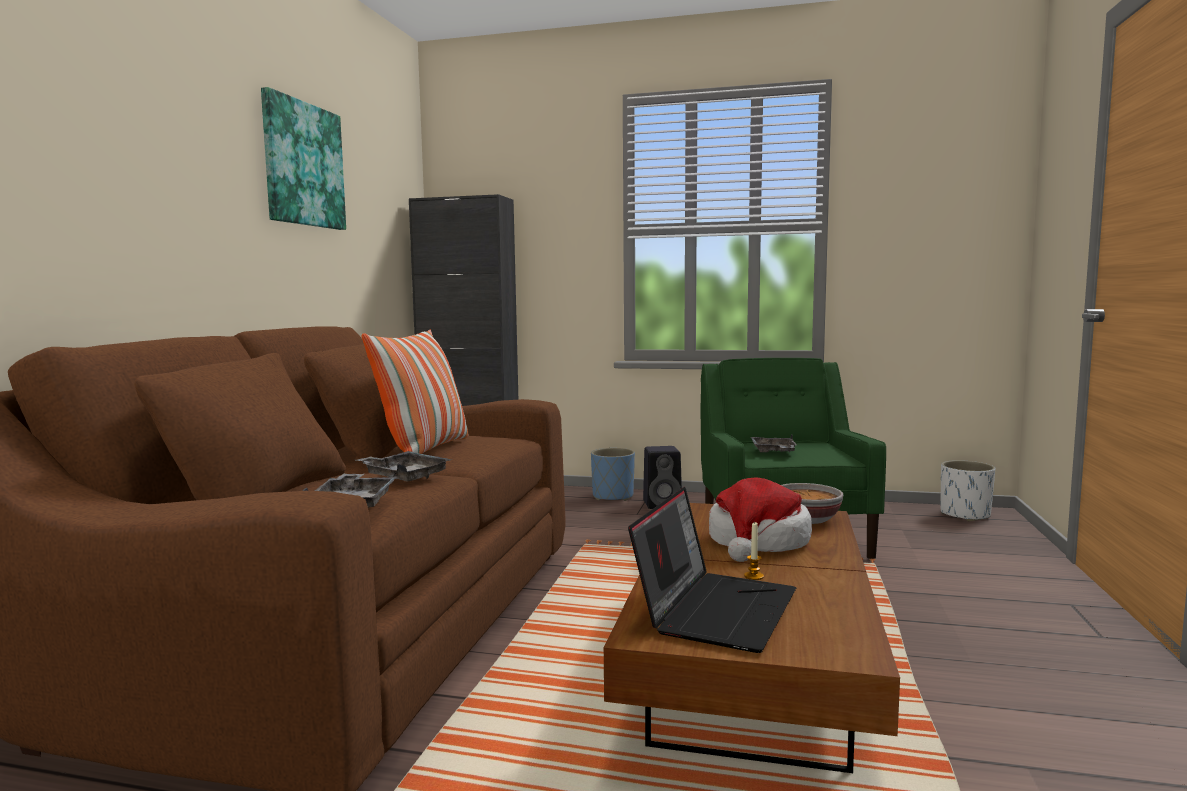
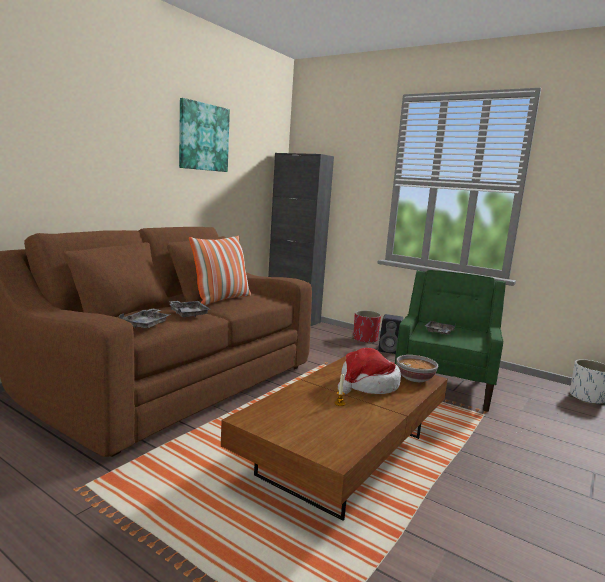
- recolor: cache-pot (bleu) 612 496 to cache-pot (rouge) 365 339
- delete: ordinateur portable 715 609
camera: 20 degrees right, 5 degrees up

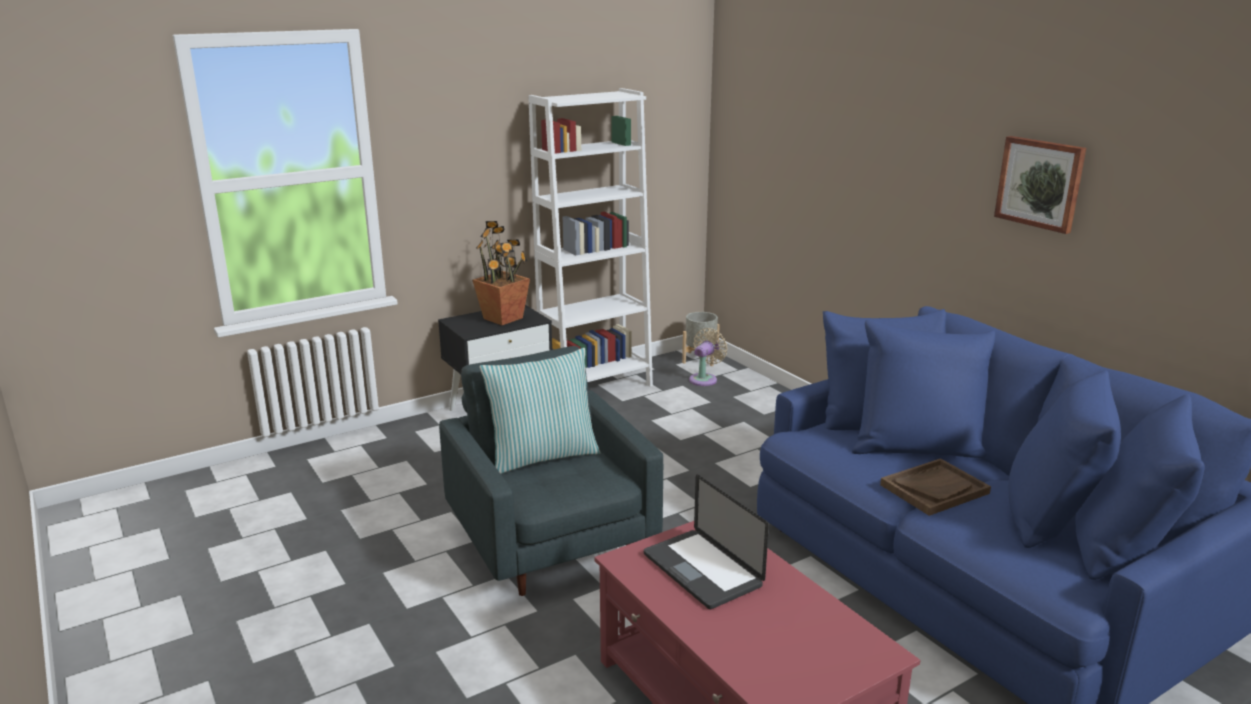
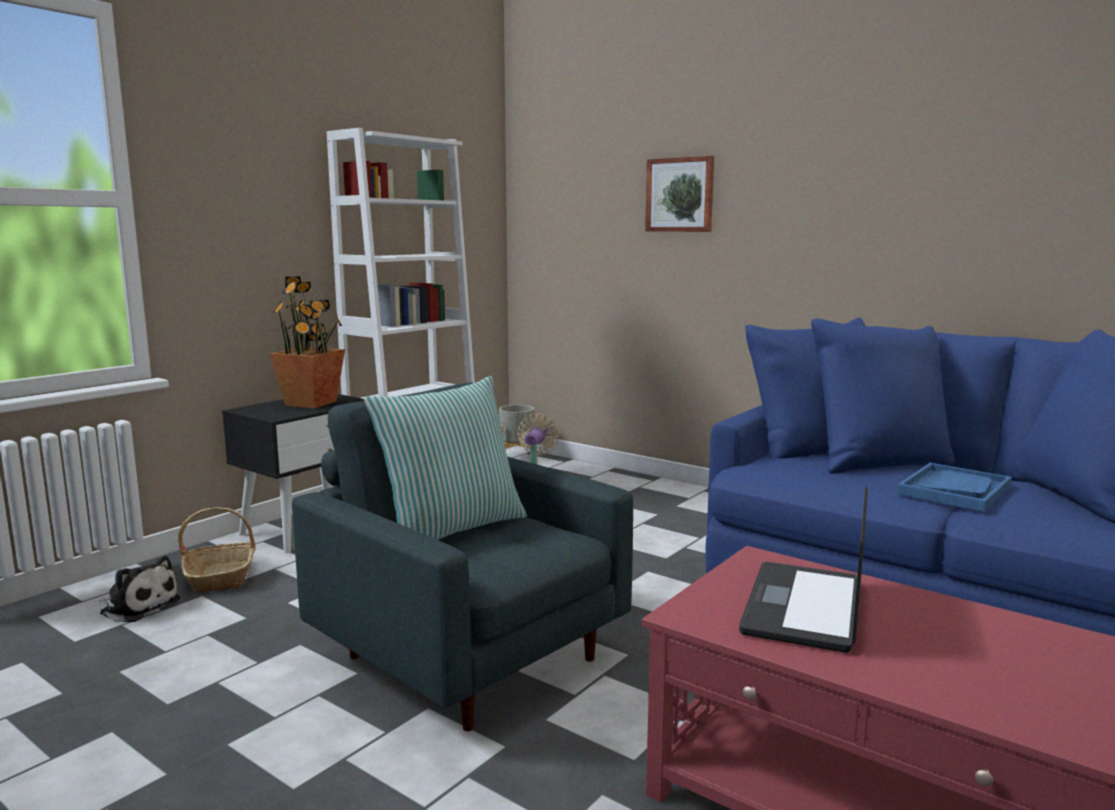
- move: tableau 1040 183 to 680 195
- recolor: plateau (marron) 934 489 to plateau (bleu) 954 490
- rotate: ordinateur portable 702 570 = 803 608 75 degrees clockwise
- insert: panier 221 576
- insert: peluche 138 606
camera: 20 degrees left, 10 degrees down

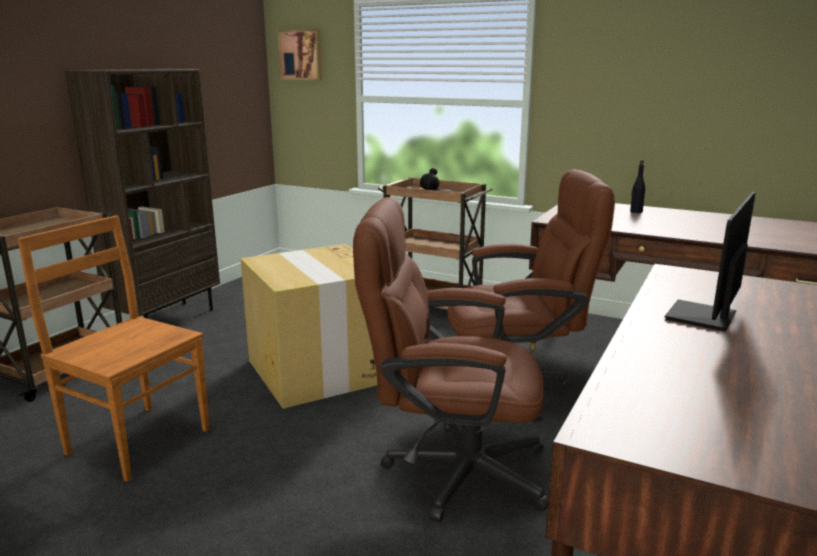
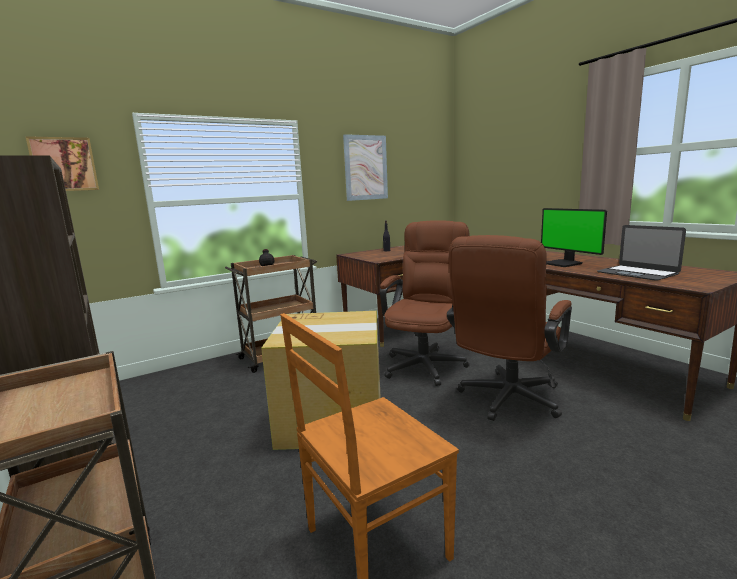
- insert: tableau 366 167
- insert: ordinateur portable 637 273
camera: 60 degrees left, 5 degrees down

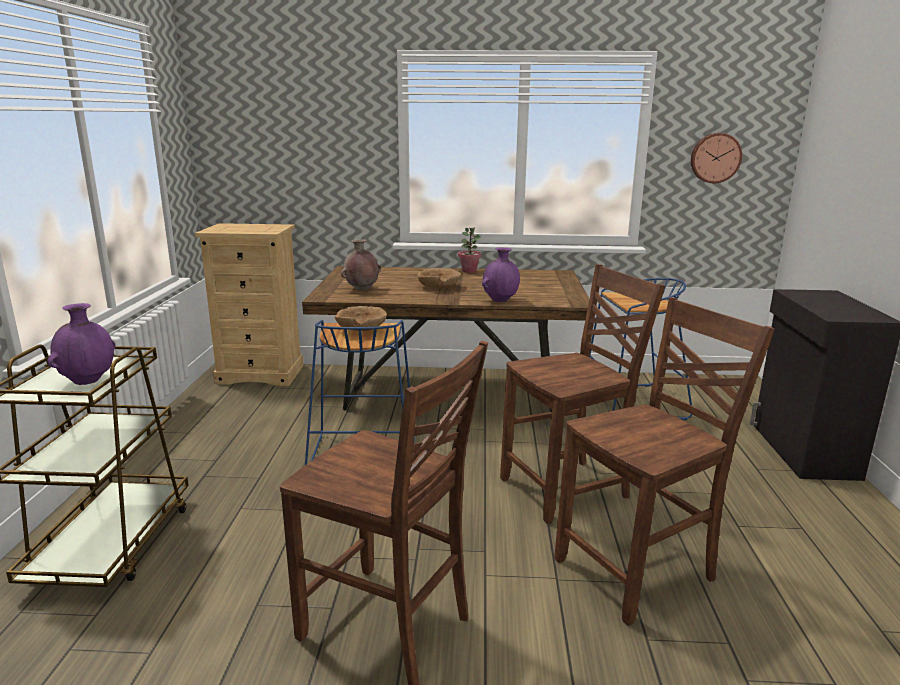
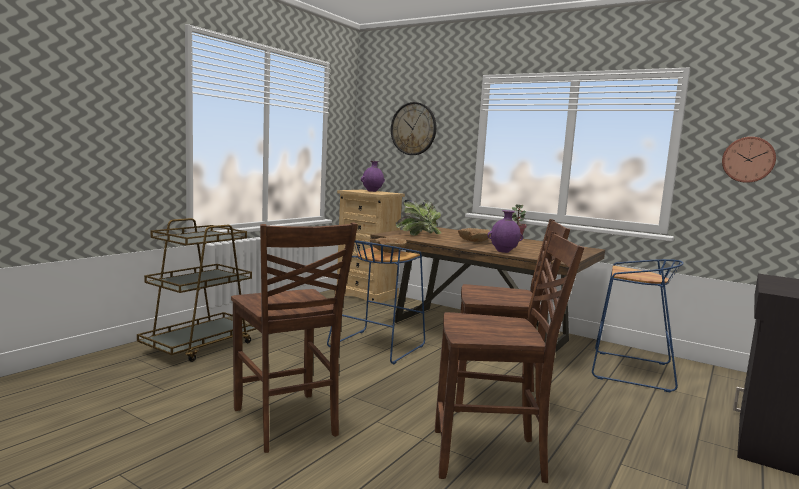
- replace: vase (marron) 361 289 to plante en pot 418 235
- move: vase (violet) 88 381 to 372 191
- insert: horloge murale 413 129
camera: 30 degrees right, 10 degrees down

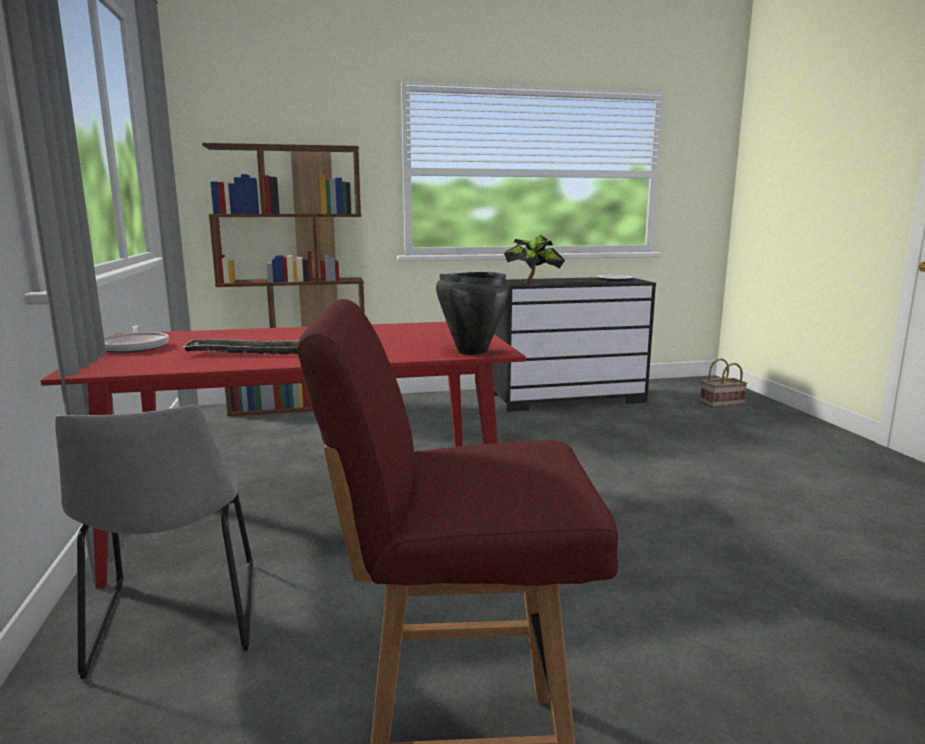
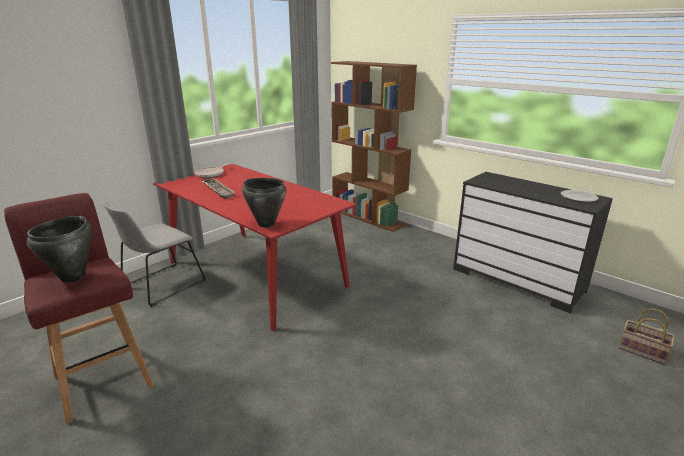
- delete: plante en pot 533 282
- insert: marmite (noir) 73 277
camera: 55 degrees right, 10 degrees up

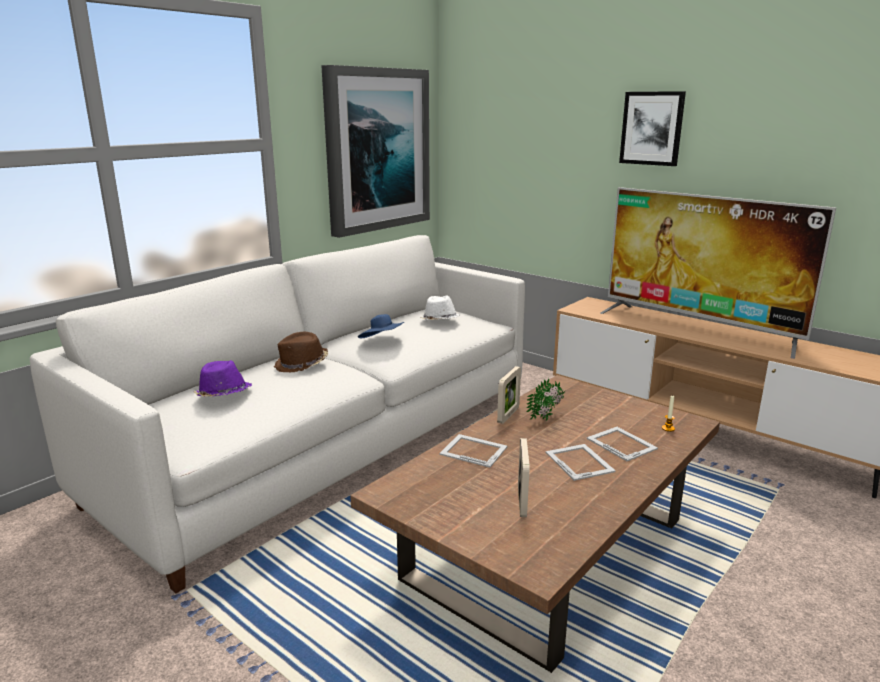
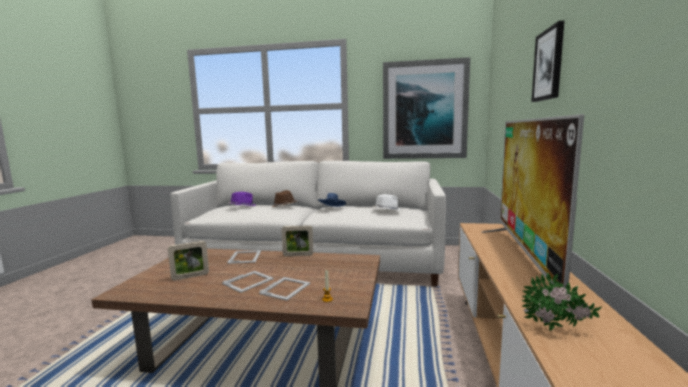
- move: plante en pot 547 418 to 557 330
camera: 60 degrees right, 10 degrees down

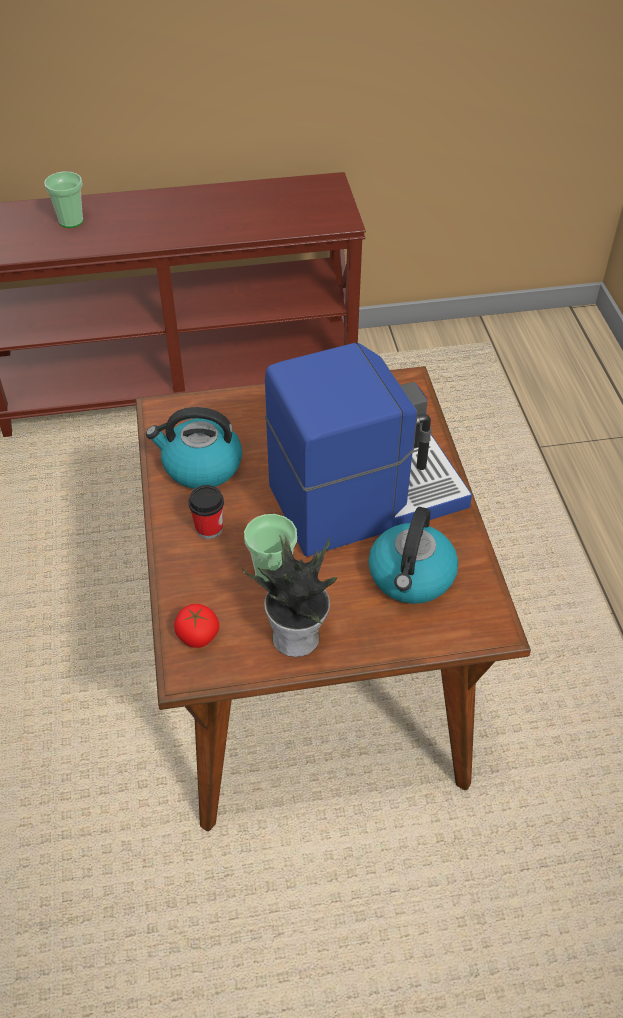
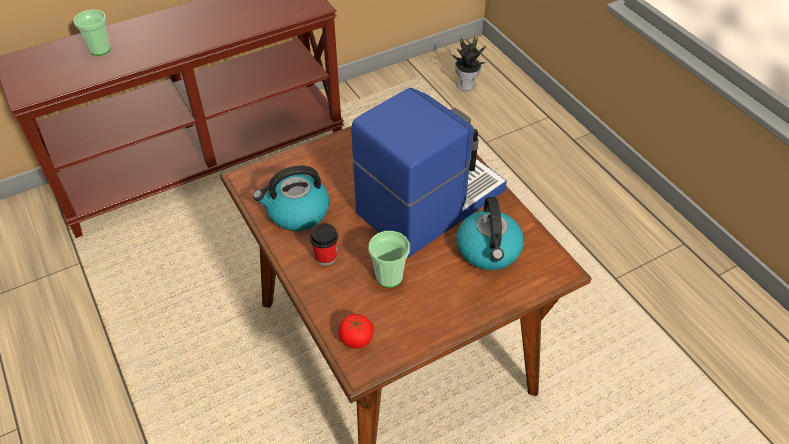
- move: plante en pot 298 637 to 466 84
camera: 20 degrees left, 0 degrees up

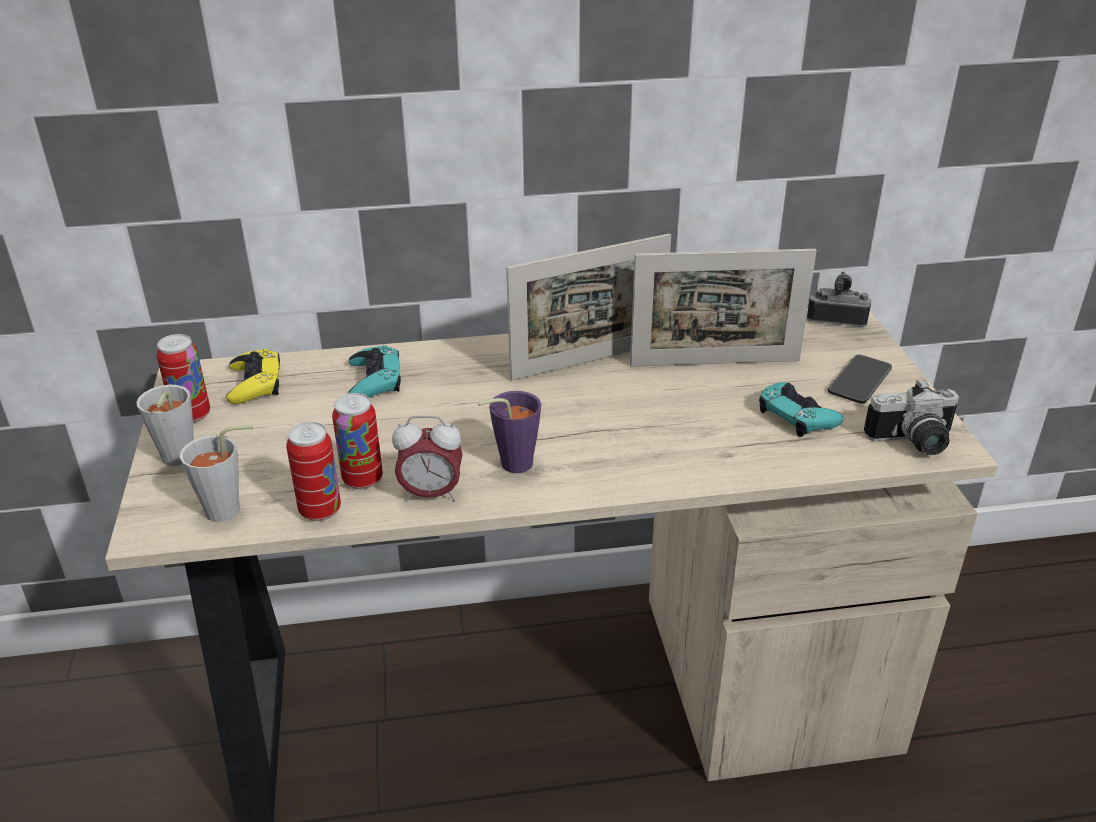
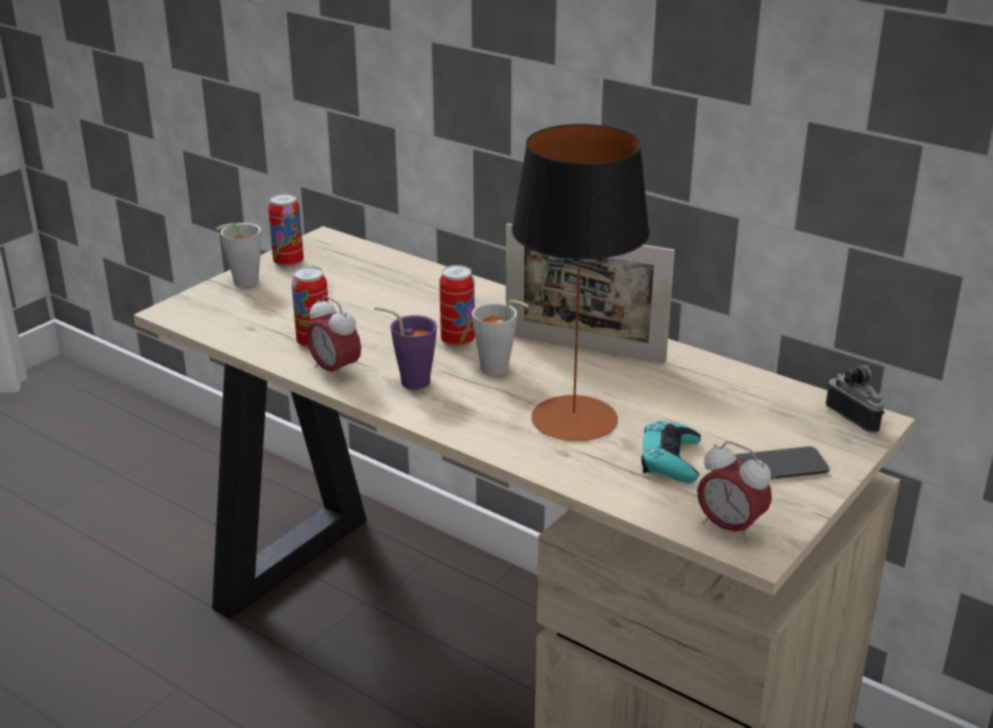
- delete: cadre photo 714 363
- delete: manette (turquoise) 375 380
- delete: manette (jaune) 255 384
- replace: appareil photo 913 443 to réveil 730 528
- move: boîte métallique 320 510 to 457 341
- move: tasse (gris) 231 510 to 499 370
- insert: lampe de table 573 418
camera: 45 degrees right, 5 degrees down

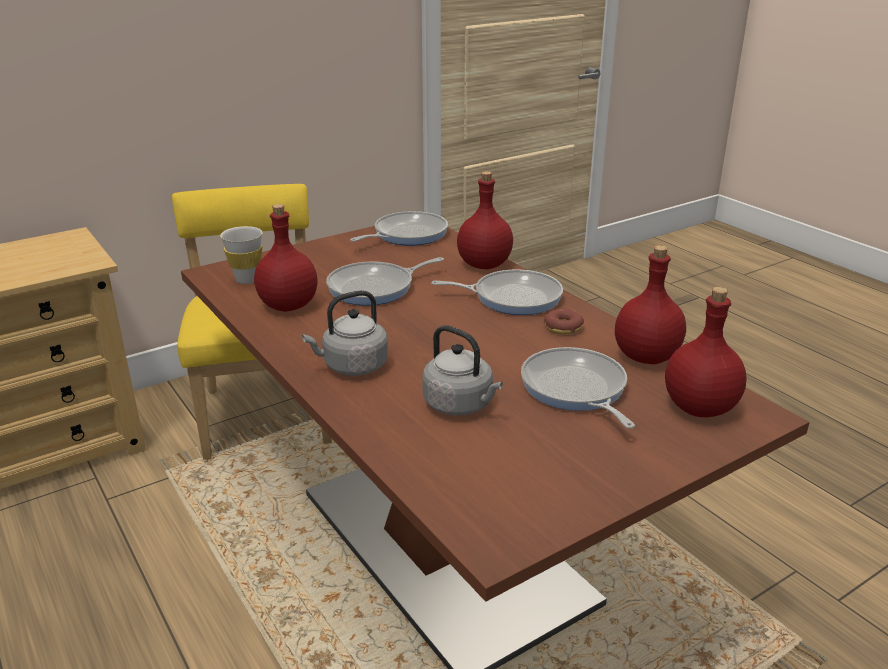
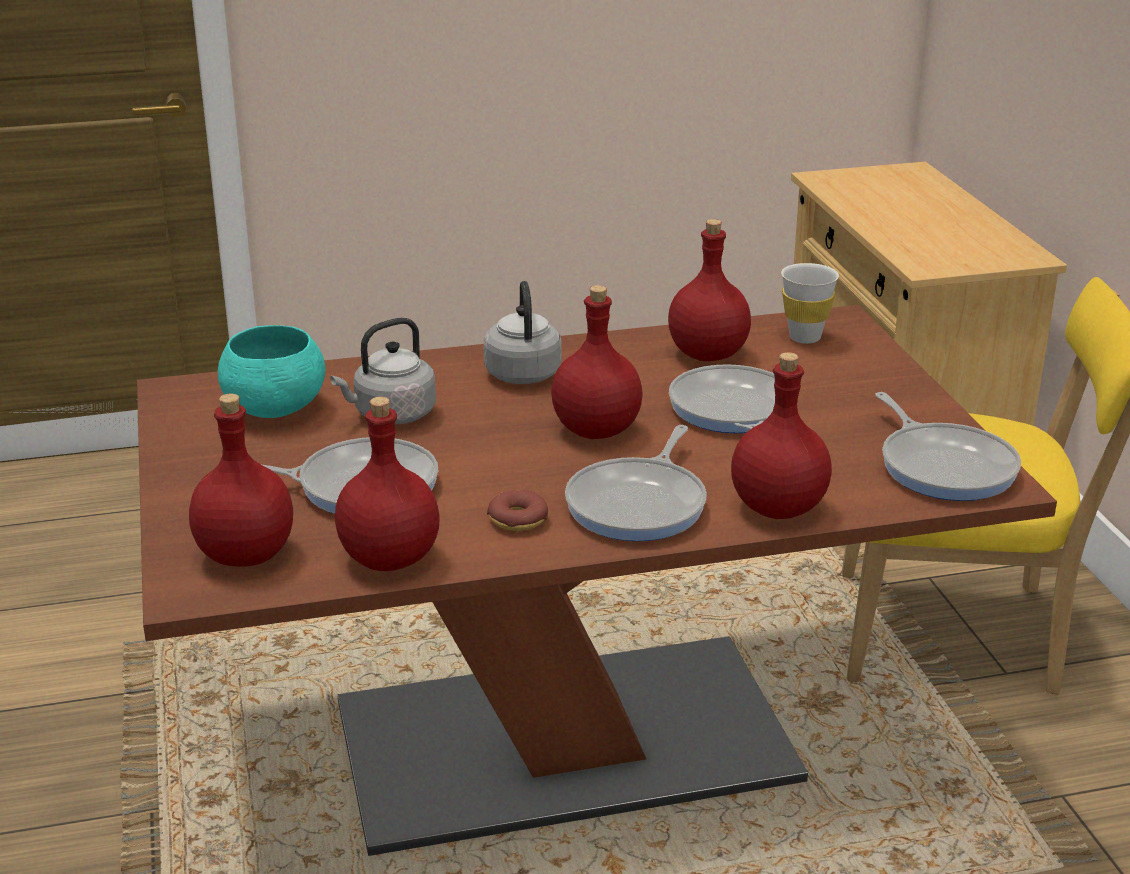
- insert: bouteille (rouge) 596 431
- insert: bol (turquoise) 274 409
camera: 110 degrees right, 0 degrees up

